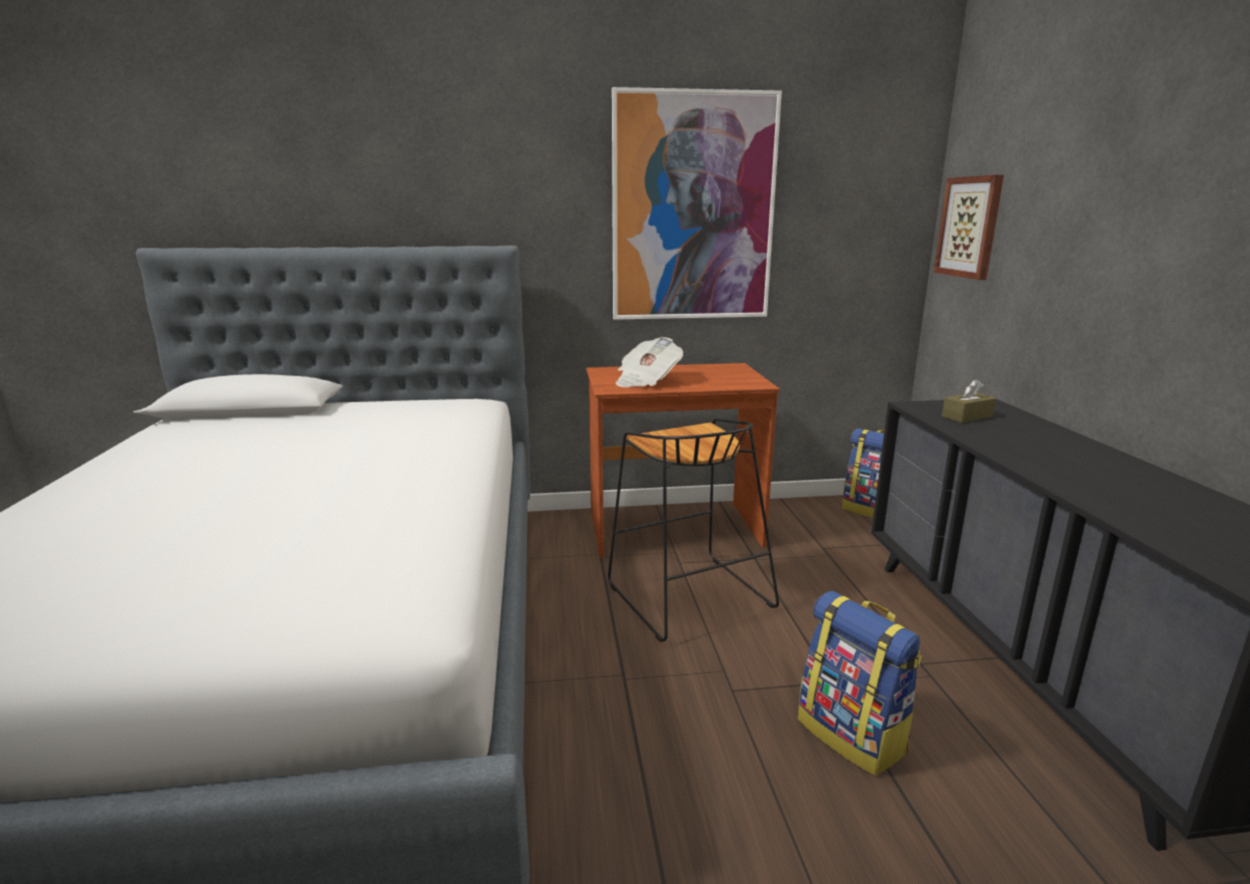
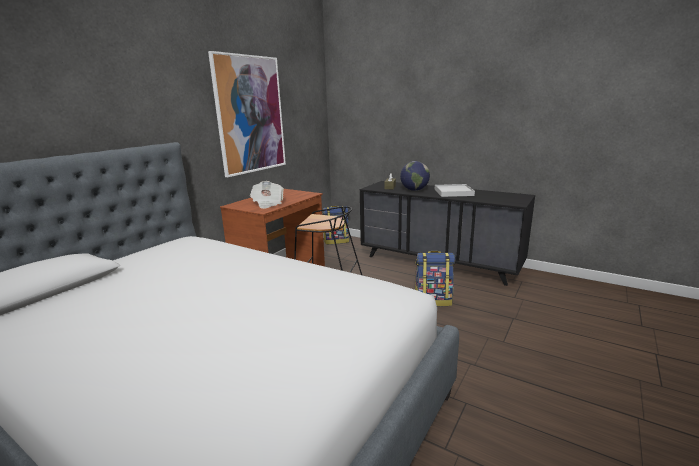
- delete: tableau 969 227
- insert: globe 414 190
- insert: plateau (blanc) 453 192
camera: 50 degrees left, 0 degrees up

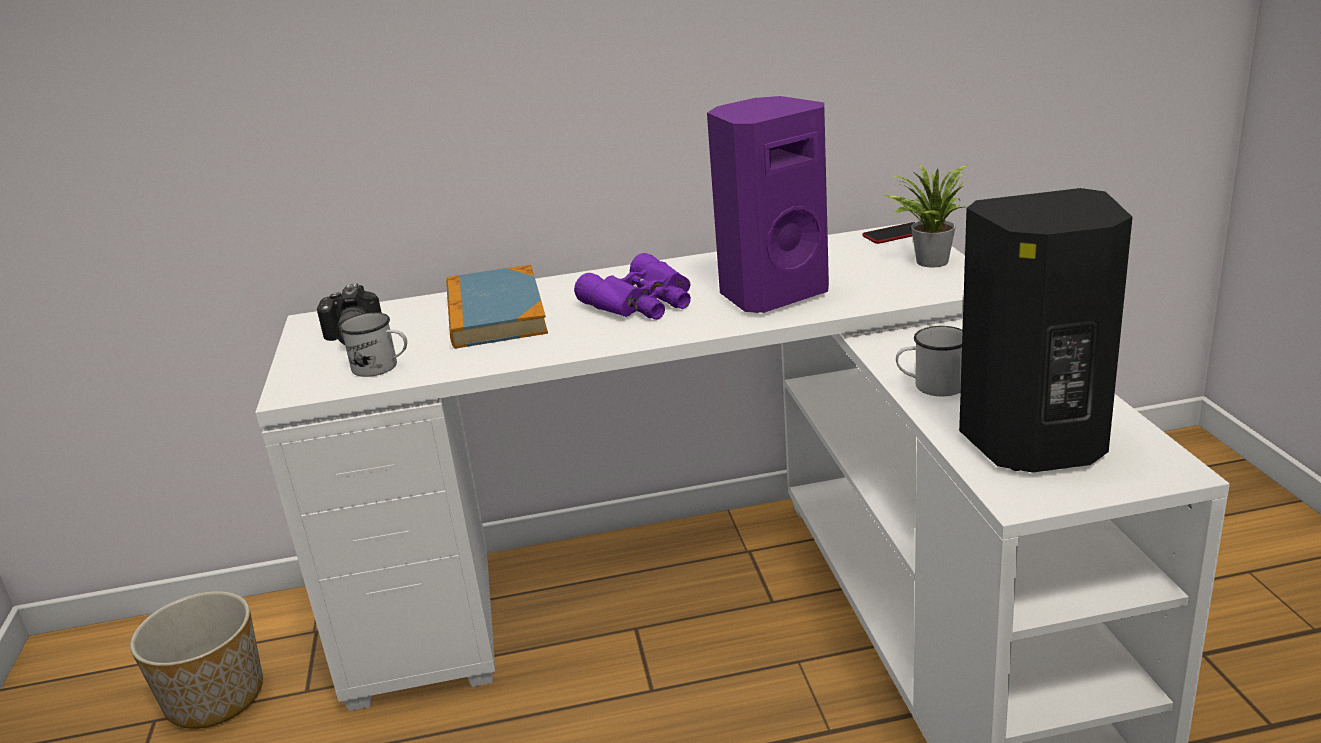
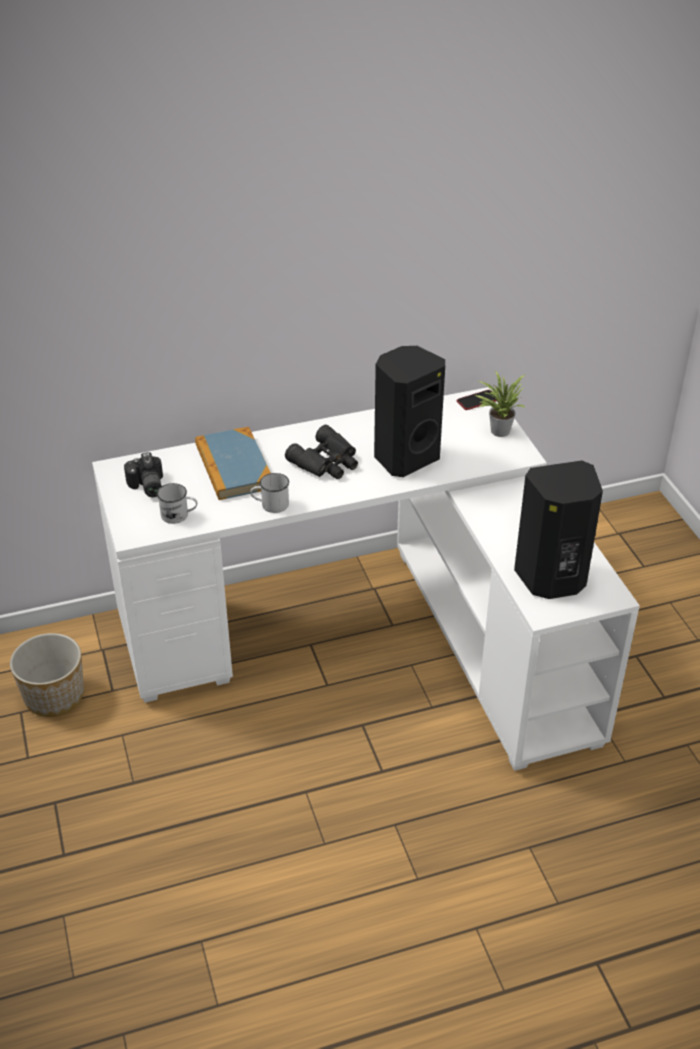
- recolor: enceinte (violet) 771 294 to enceinte (noir) 405 457
- recolor: jumelles (violet) 643 303 to jumelles (noir) 327 462
- move: mug (blanc) 931 386 to 270 505
camera: 10 degrees left, 15 degrees up

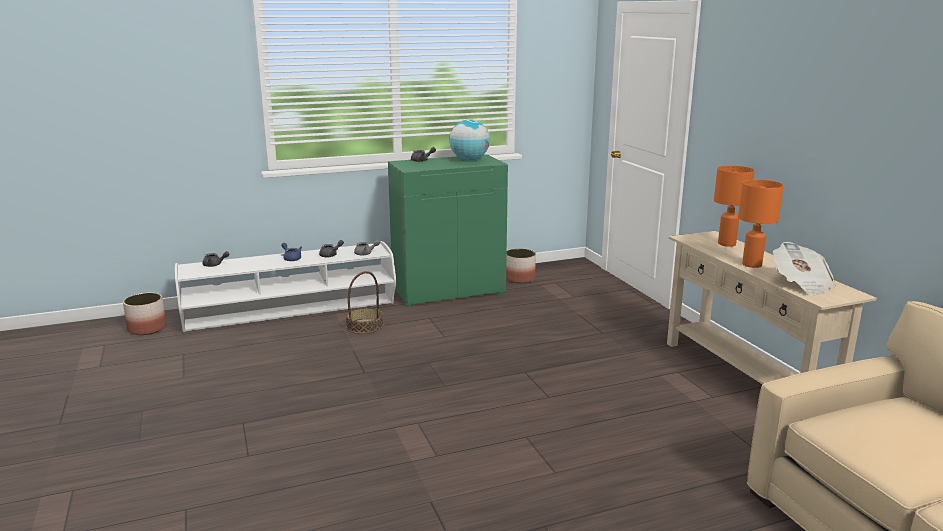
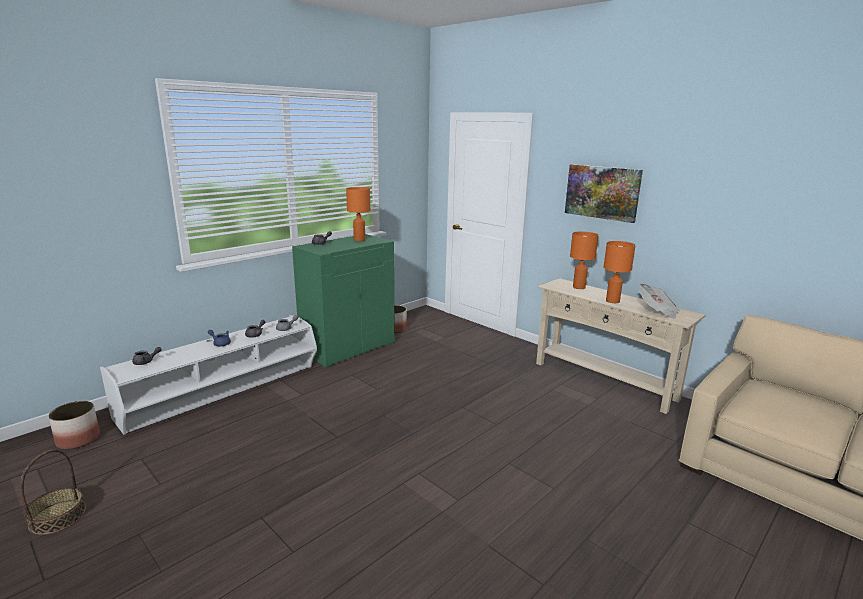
- replace: globe 469 160 to lampe de table (orange) 359 240
- move: panier 364 326 to 57 517
- insert: tableau 602 192
camera: 25 degrees left, 0 degrees up

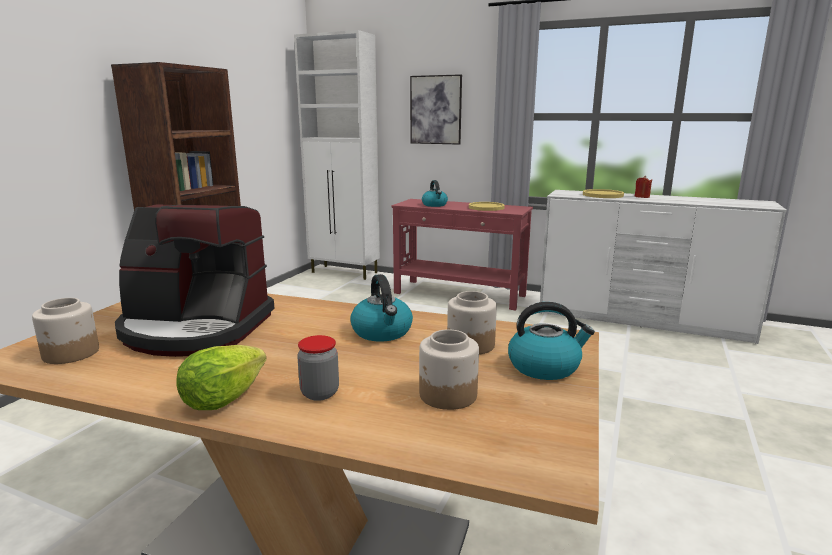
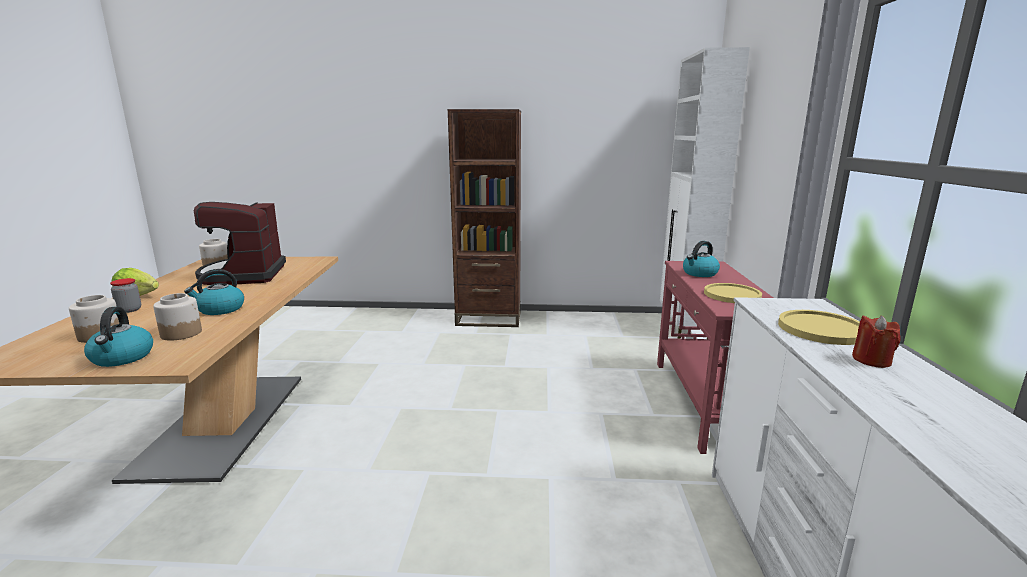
- delete: tableau 436 110
camera: 70 degrees right, 0 degrees up

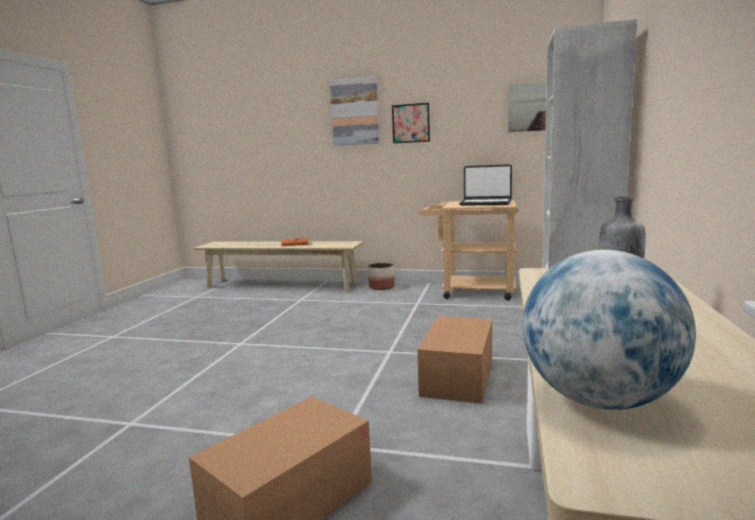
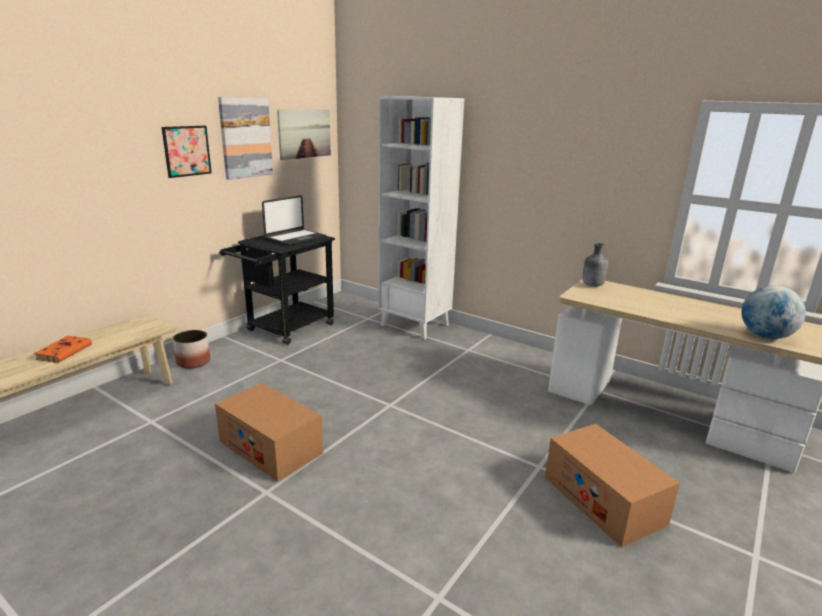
- move: tableau 355 112 to 245 137
- recolor: chariot (beige) 470 291 to chariot (noir) 285 329
- move: carton 458 377 to 270 447
camera: 70 degrees left, 10 degrees up

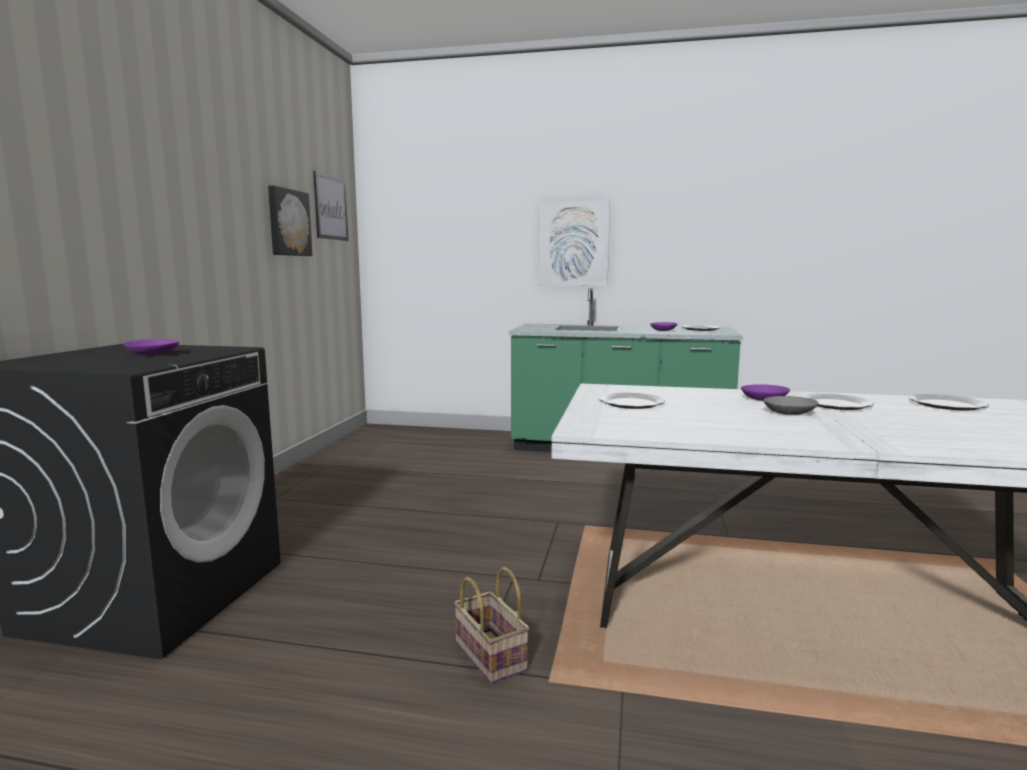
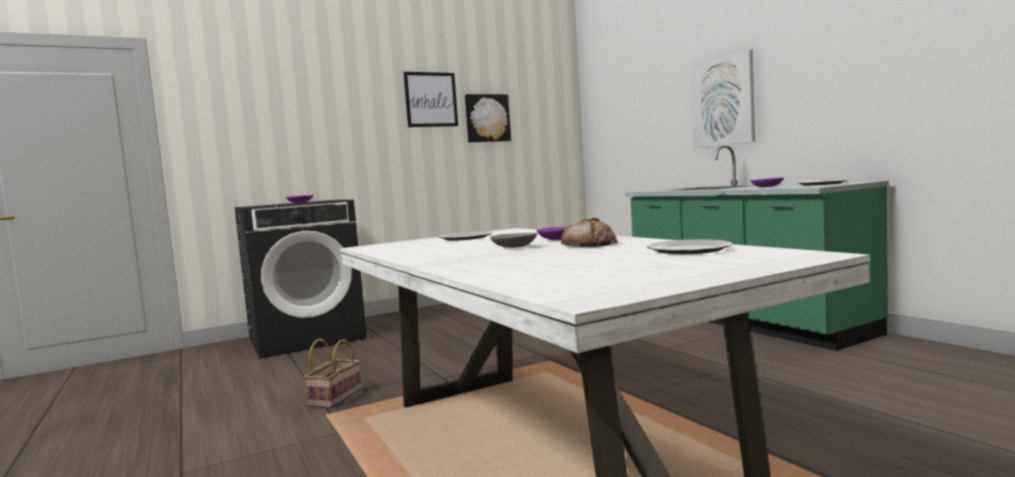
- move: tableau 331 207 to 431 99
- replace: assiette 835 404 to pain 589 244
camera: 50 degrees right, 5 degrees down

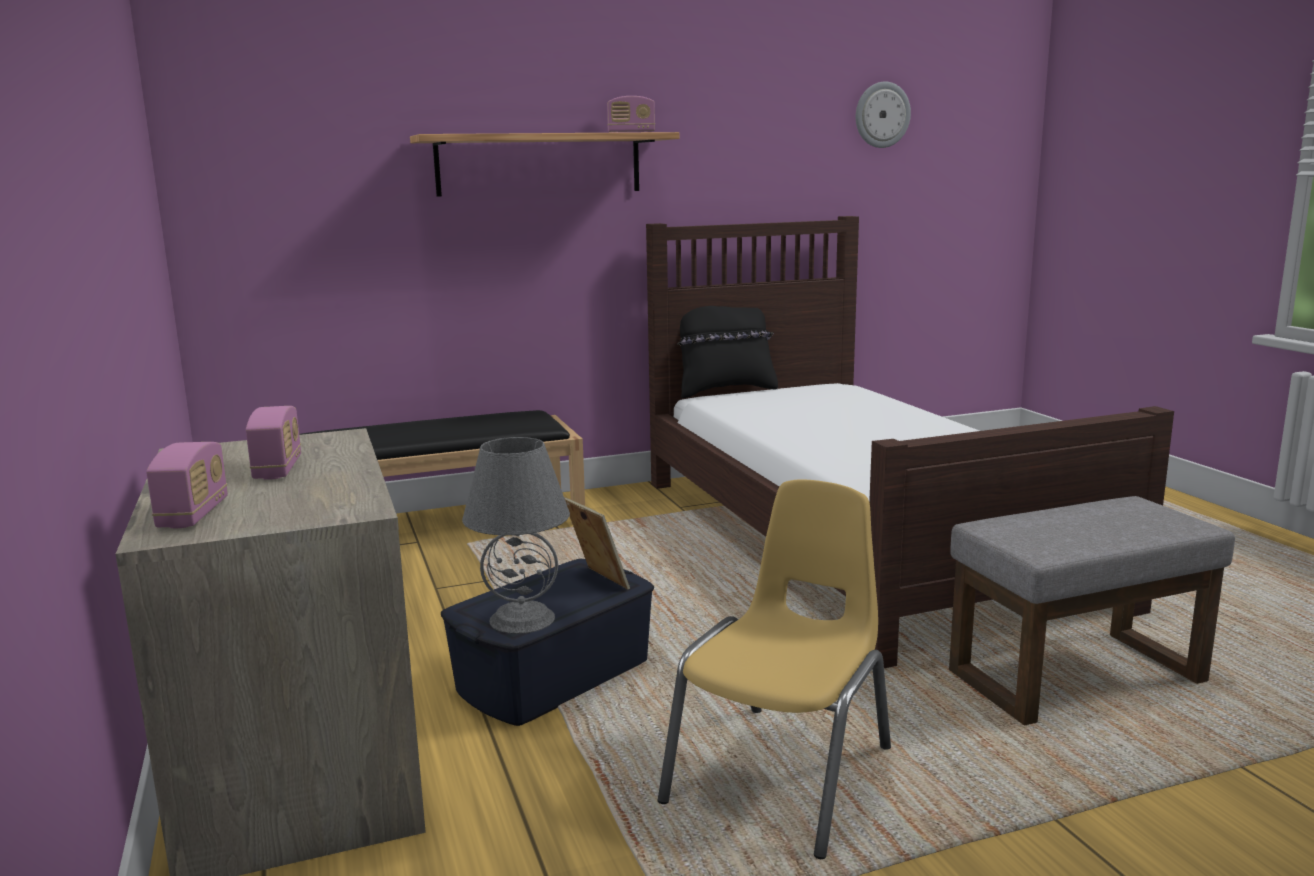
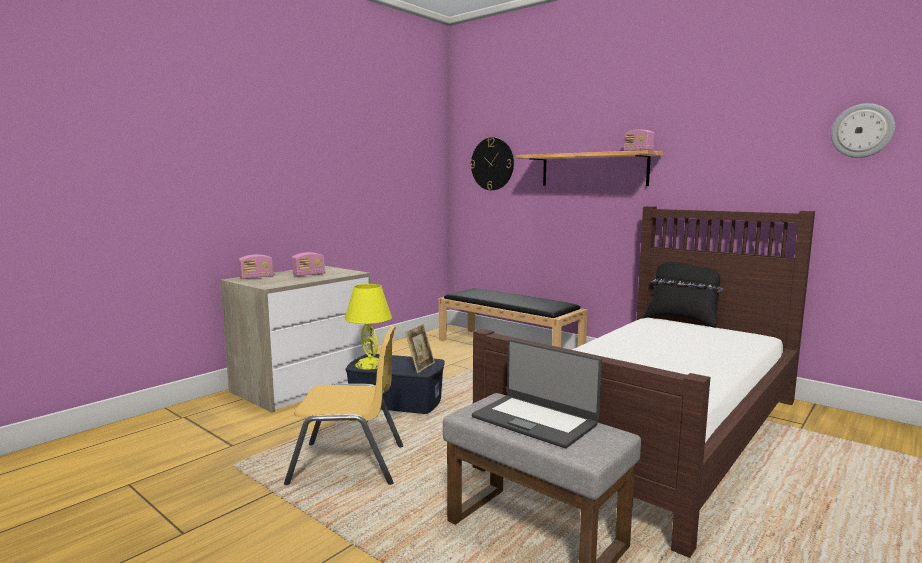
- recolor: lampe de table (gris) 521 619 to lampe de table (jaune) 369 364
- insert: horloge murale 492 164
- insert: ordinateur portable 535 420
camera: 60 degrees right, 5 degrees down

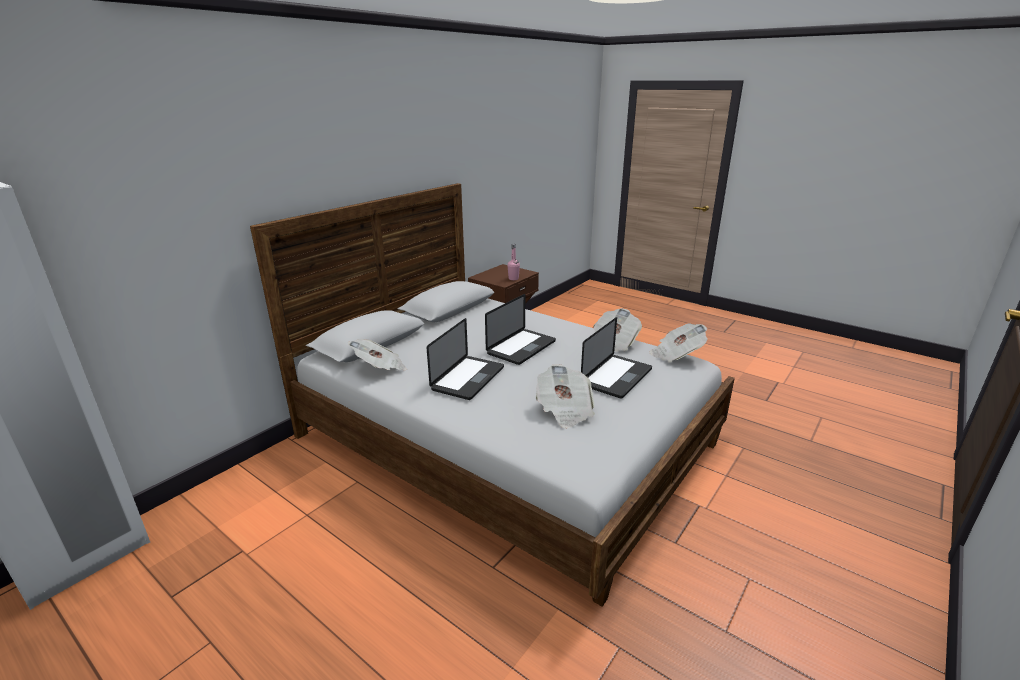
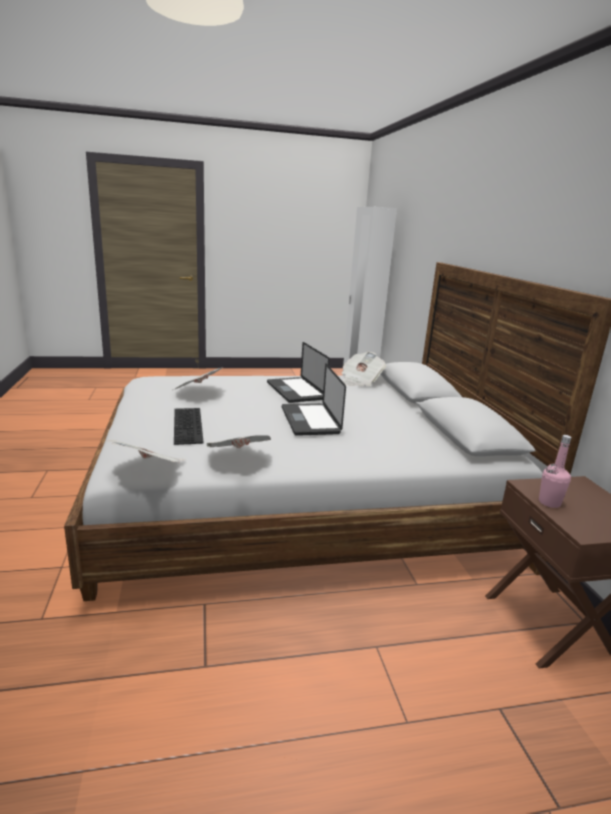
- replace: ordinateur portable 616 377 to clavier 189 425
camera: 130 degrees right, 5 degrees down

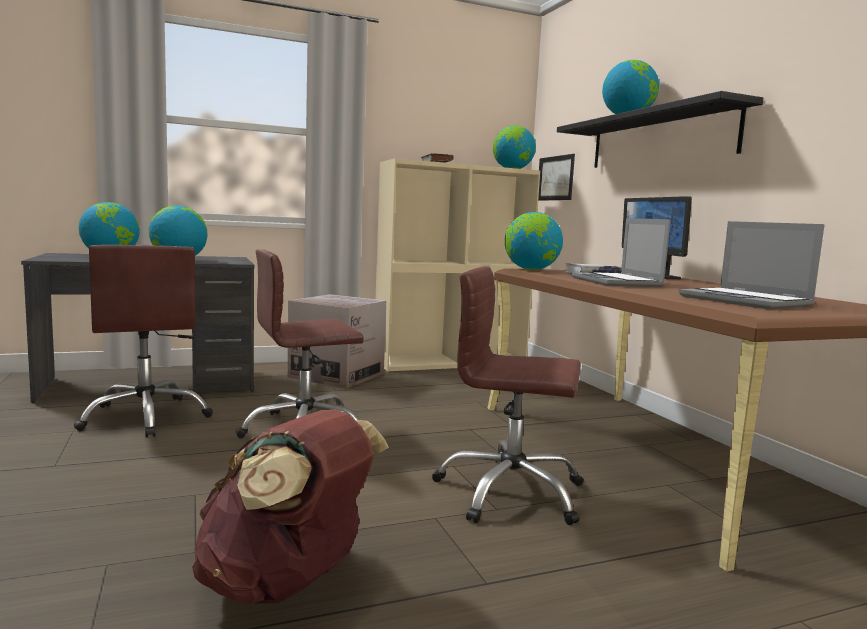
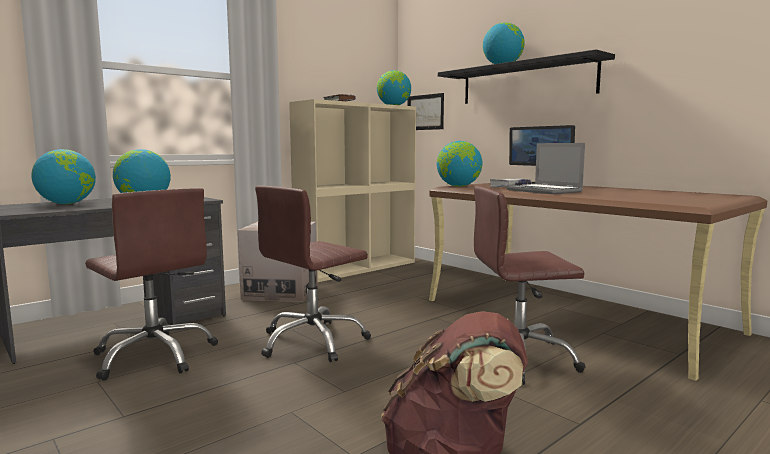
- delete: ordinateur portable 746 301
camera: 20 degrees left, 0 degrees up

